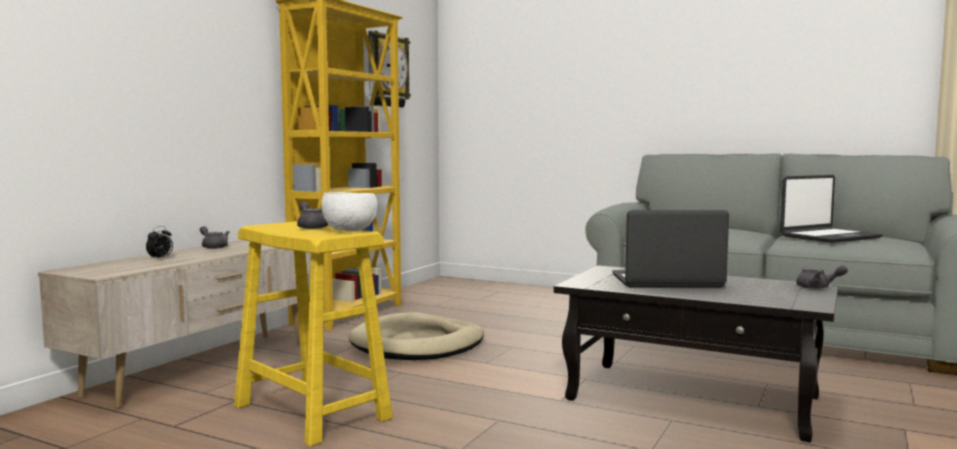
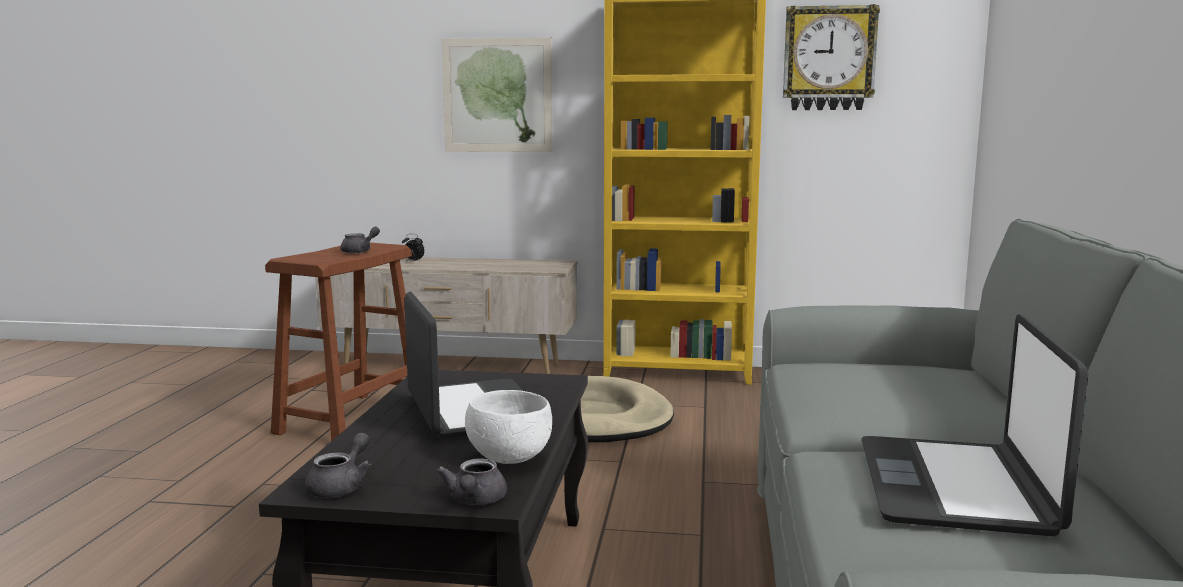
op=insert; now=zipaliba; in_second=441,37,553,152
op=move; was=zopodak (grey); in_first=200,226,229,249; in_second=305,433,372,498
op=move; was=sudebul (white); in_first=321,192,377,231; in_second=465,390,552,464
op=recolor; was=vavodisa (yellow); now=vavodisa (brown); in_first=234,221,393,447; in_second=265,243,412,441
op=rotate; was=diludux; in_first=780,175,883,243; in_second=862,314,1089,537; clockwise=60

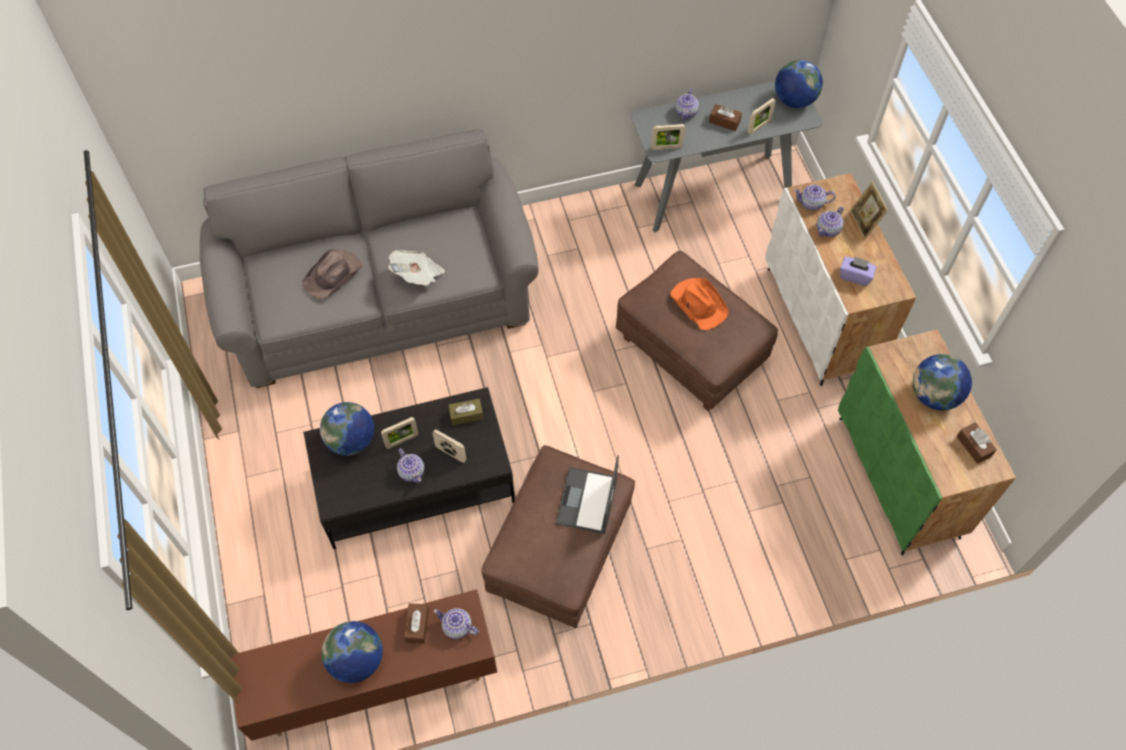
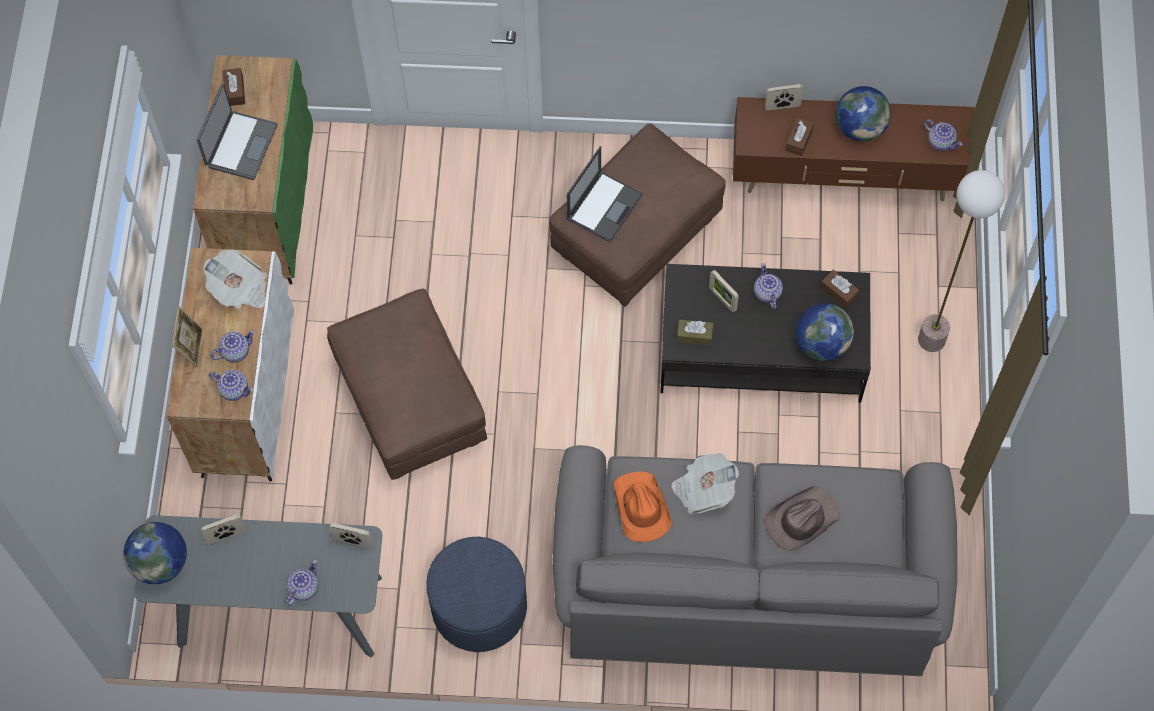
op=insert; now=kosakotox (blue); in_second=426,537,527,652
op=insert; now=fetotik; in_second=918,170,1005,352
op=move; was=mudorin; in_first=381,417,418,449; in_second=765,84,803,111
op=move; was=zopodak; in_first=434,608,479,639; in_second=924,119,963,151
op=move; was=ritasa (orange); in_first=671,278,728,330; in_second=614,472,672,542
op=move; was=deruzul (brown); in_first=709,104,742,131; in_second=820,270,859,308
op=replace; was=deruzul (purple); now=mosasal; in_first=840,256,876,286; in_second=203,249,267,309
op=replace; was=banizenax; now=diludux; in_first=913,354,972,410; in_second=197,84,278,180

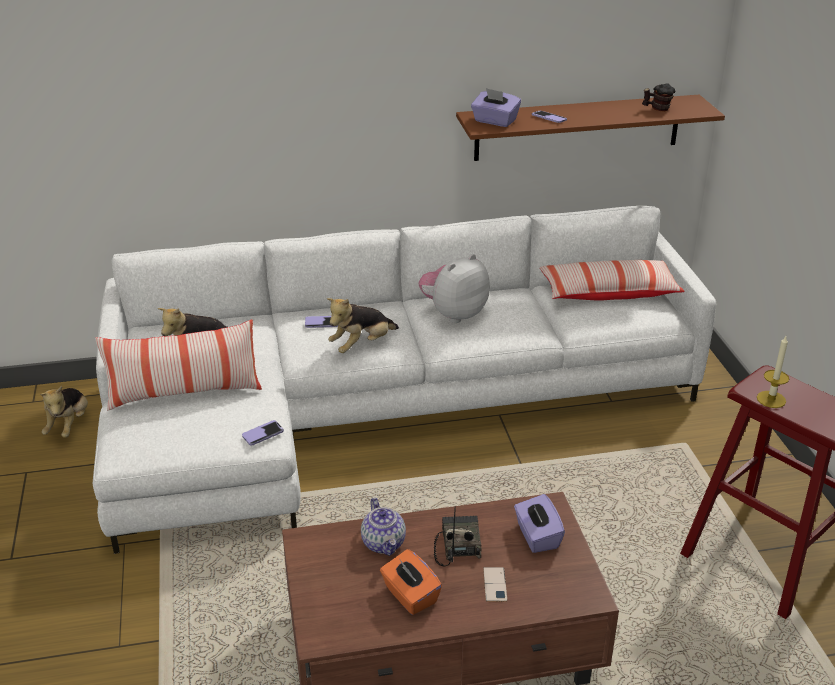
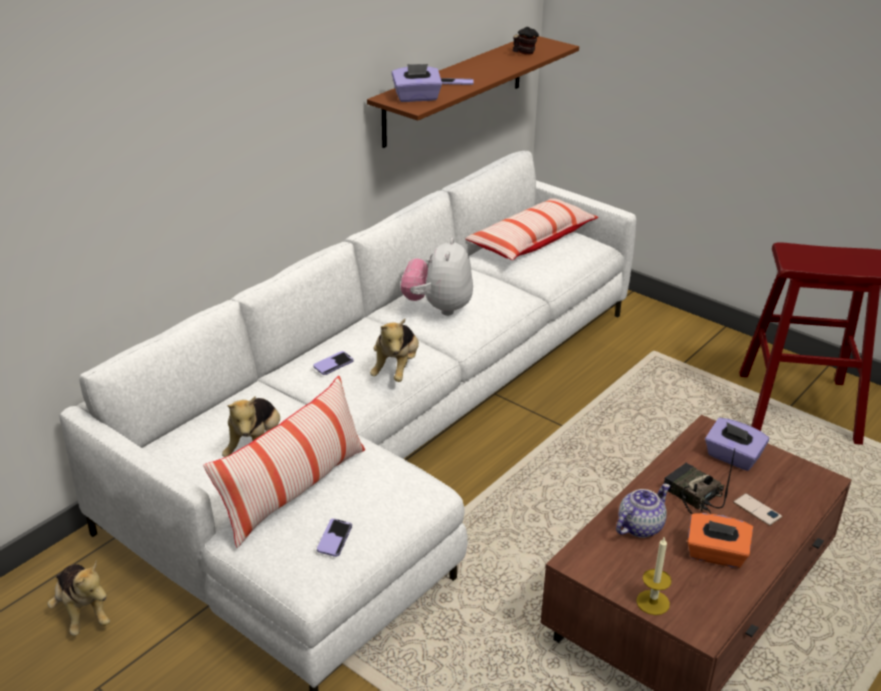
op=move; was=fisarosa; in_first=242,420,284,446; in_second=317,518,352,557
op=move; was=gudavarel; in_first=757,336,789,408; in_second=636,536,672,615
op=rotate; was=zopodak; in_first=361,498,406,556; in_second=616,484,670,538; clockwise=-75

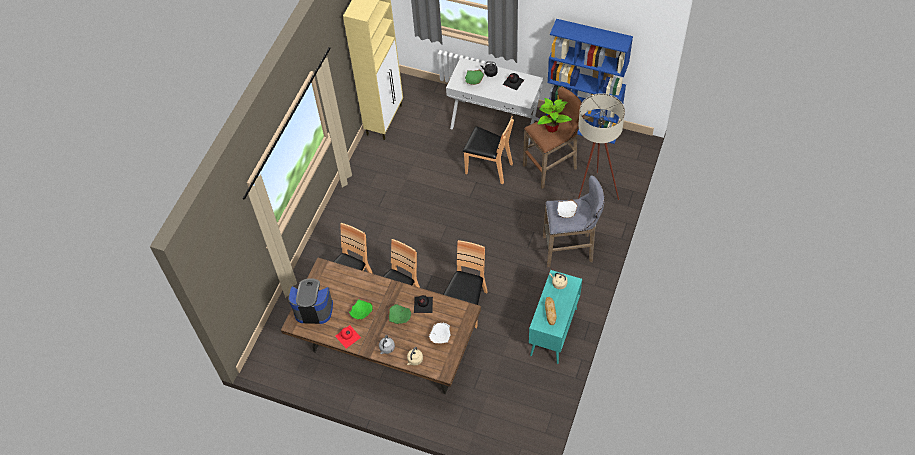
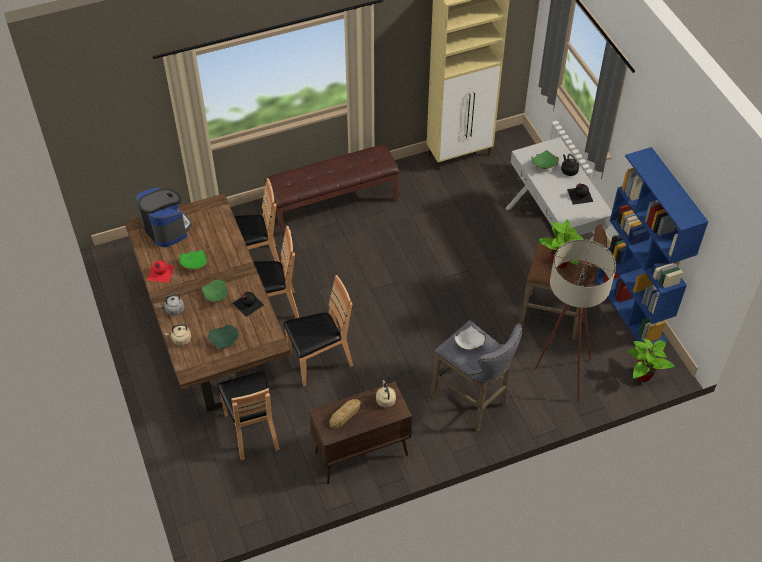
op=insert; now=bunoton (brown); in_second=265,145,400,236
op=insert; now=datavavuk; in_second=627,338,675,382
op=move; was=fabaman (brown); in_first=463,116,514,184; in_second=217,371,280,460
op=recolor; was=sudebul (white); now=sudebul (green); in_first=429,322,451,344; in_second=207,324,239,349
op=recolor; was=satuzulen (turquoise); now=satuzulen (brown); in_first=529,270,582,364; in_second=309,382,412,484

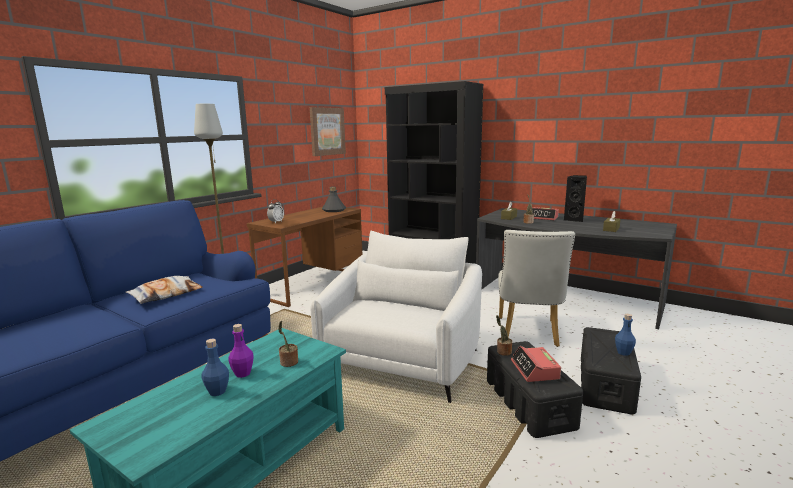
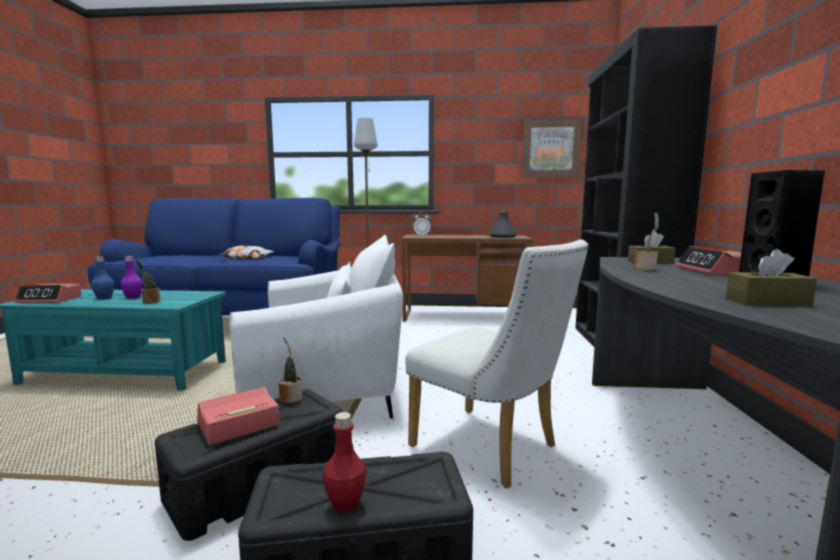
op=insert; now=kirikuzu; in_second=15,284,82,303
op=recolor; was=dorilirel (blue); now=dorilirel (red); in_first=615,314,636,356; in_second=323,412,367,513
op=rotate; was=fabaman (white); in_first=498,230,575,347; in_second=405,240,589,489; clockwise=-120

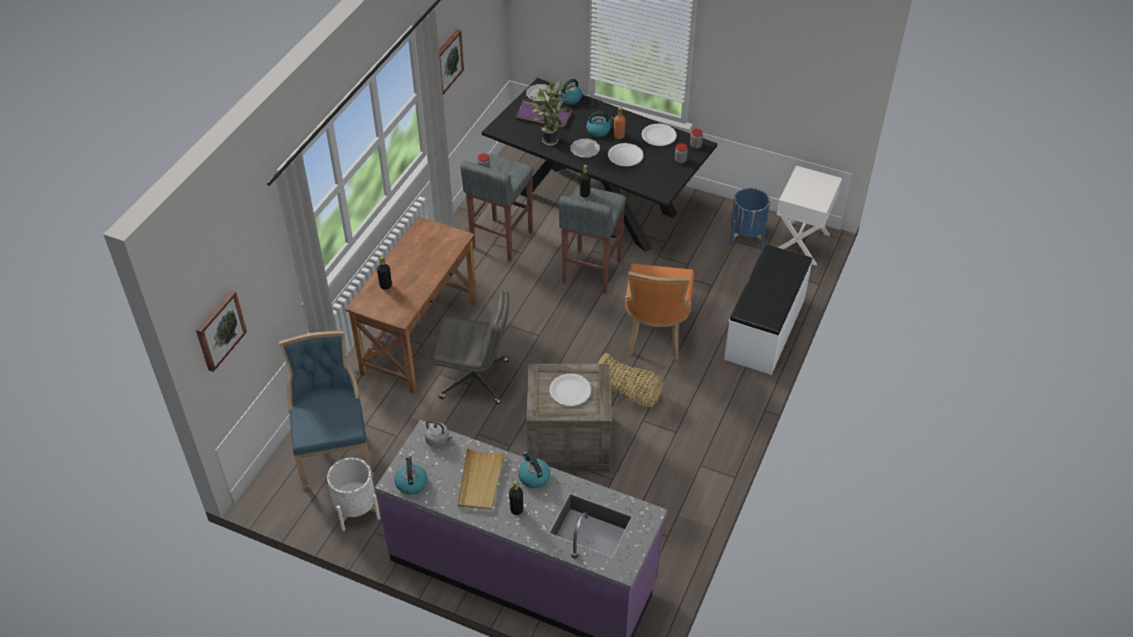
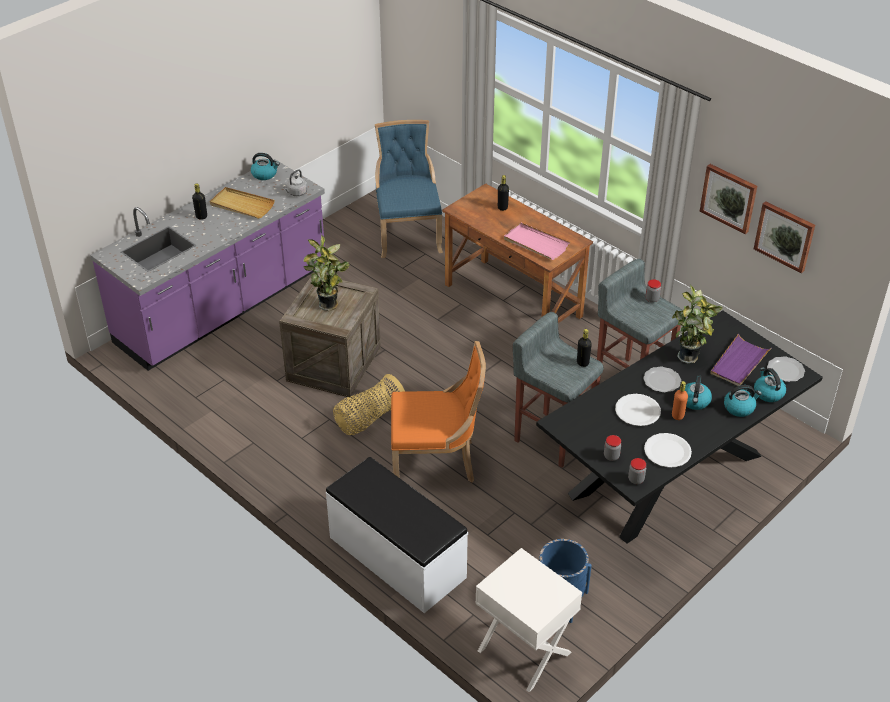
op=delete; was=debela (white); in_first=327,458,380,531
op=delete; was=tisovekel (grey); in_first=433,291,509,404
op=insert; now=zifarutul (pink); in_second=504,222,570,260
op=move; was=zipaliba; in_first=196,290,247,372; in_second=754,201,815,273
op=move; was=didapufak; in_first=518,451,551,488; in_second=724,385,762,417
op=replace; was=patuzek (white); now=datavavuk; in_first=550,374,591,406; in_second=303,234,350,311
op=rotate; was=fabaman (blue); in_first=279,331,374,490; in_second=375,120,443,258; clockwise=-105
op=rotate; was=fabaman (orange); in_first=625,264,694,360; in_second=391,341,486,483; clockwise=150

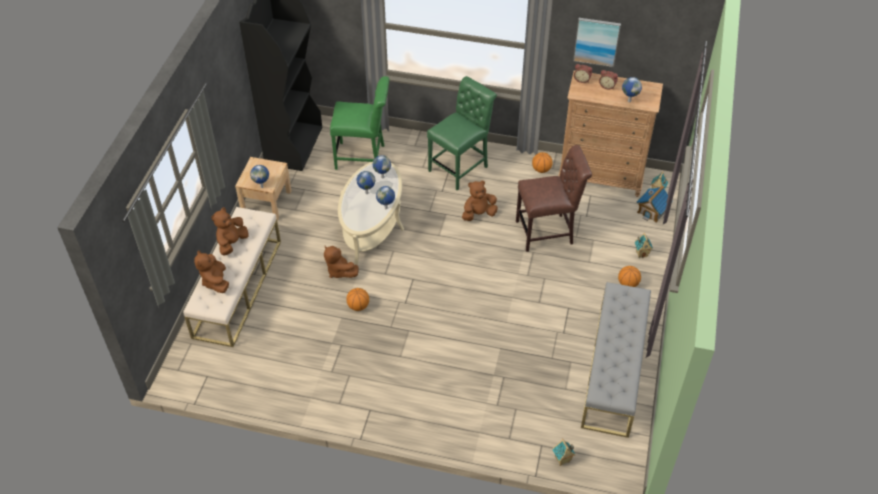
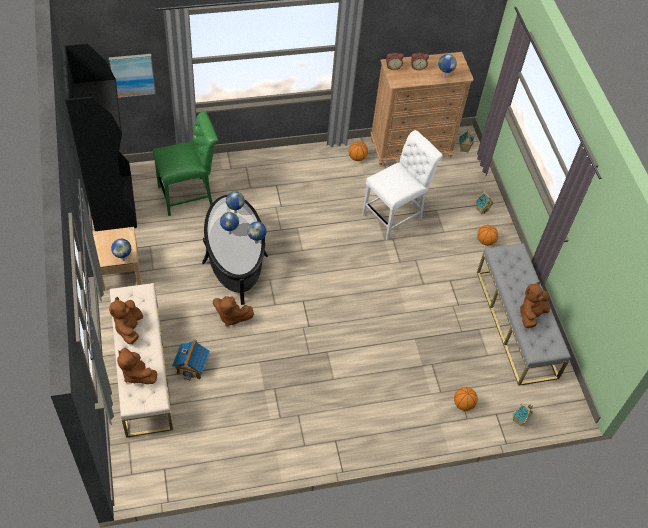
op=delete; was=fabaman (green); in_first=427,76,497,191
op=move; was=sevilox; in_first=346,288,369,311; in_second=454,387,478,411
op=move; was=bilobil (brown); in_first=462,181,498,221; in_second=520,282,550,328
op=move; was=zipaliba; in_first=573,18,621,67; in_second=109,54,156,98
op=move; was=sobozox; in_first=637,185,673,223; in_second=172,339,210,380
op=recolor; was=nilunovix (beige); now=nilunovix (black); in_first=338,162,404,265; in_second=202,195,268,305
op=recolor; was=fabaman (brown); now=fabaman (white); in_first=516,145,592,252; in_second=362,130,443,240

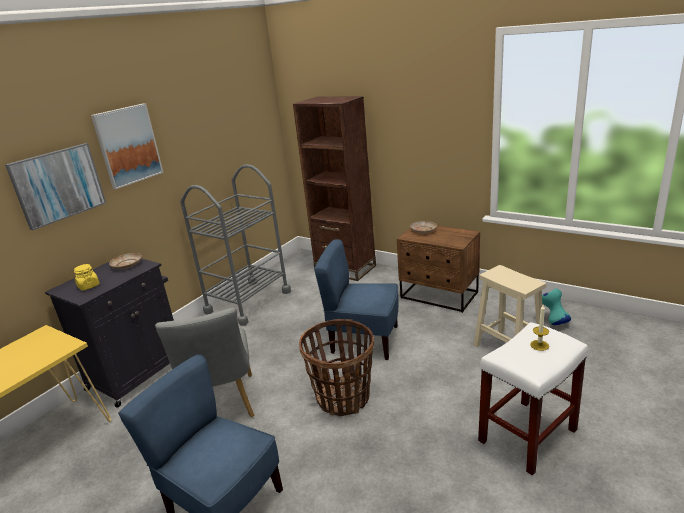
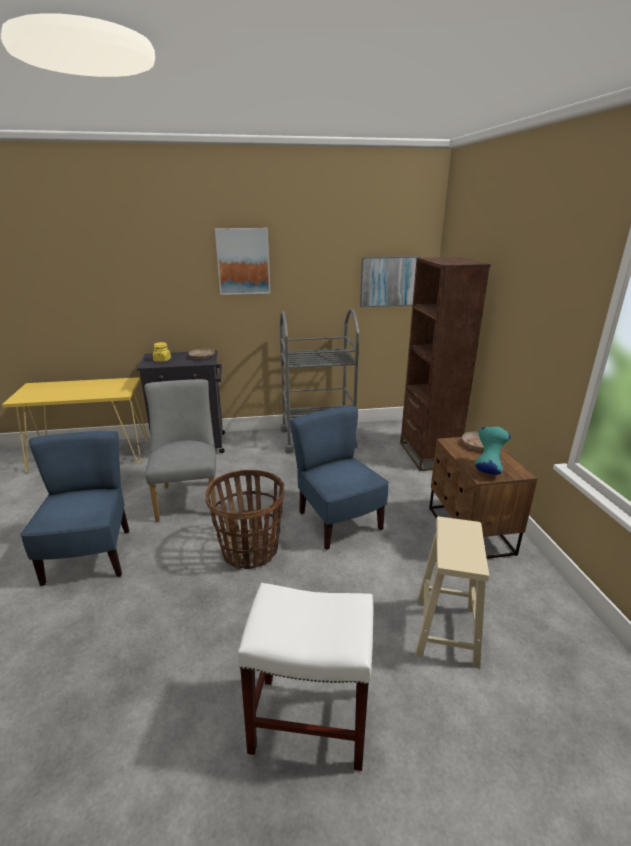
op=delete; was=gudavarel; in_first=530,305,549,351
op=move; was=zipaliba; in_first=5,143,106,230; in_second=360,256,421,307
op=move; was=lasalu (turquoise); in_first=542,288,571,325; in_second=475,427,510,475
op=rotate; was=fabaman (grey); in_first=155,308,255,417; in_second=145,379,217,522; clockwise=135

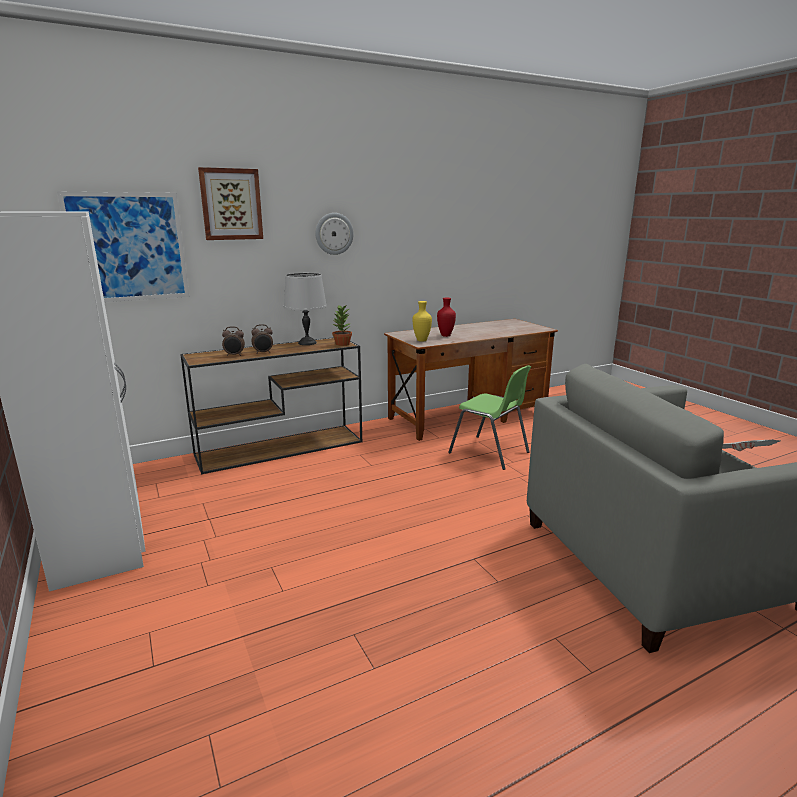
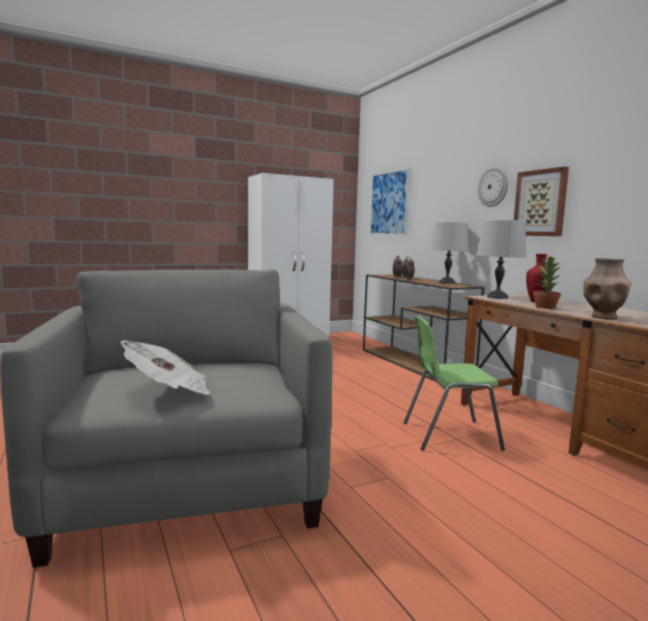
op=insert; now=lasalu (brown); in_second=583,258,631,319
op=move; was=zipaliba; in_first=198,167,263,240; in_second=514,166,569,236
op=move; was=datavavuk; in_first=332,305,352,346; in_second=533,256,561,309
op=replace; was=lasalu (yellow); now=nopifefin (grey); in_first=413,301,432,342; in_second=476,220,527,299
op=rotate; was=fabaman (green); in_first=448,365,531,470; in_second=404,316,505,451; clockwise=45

